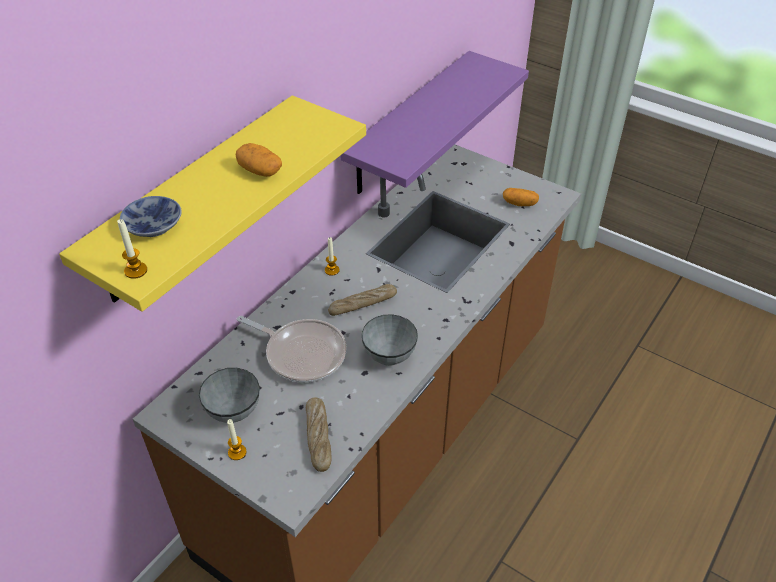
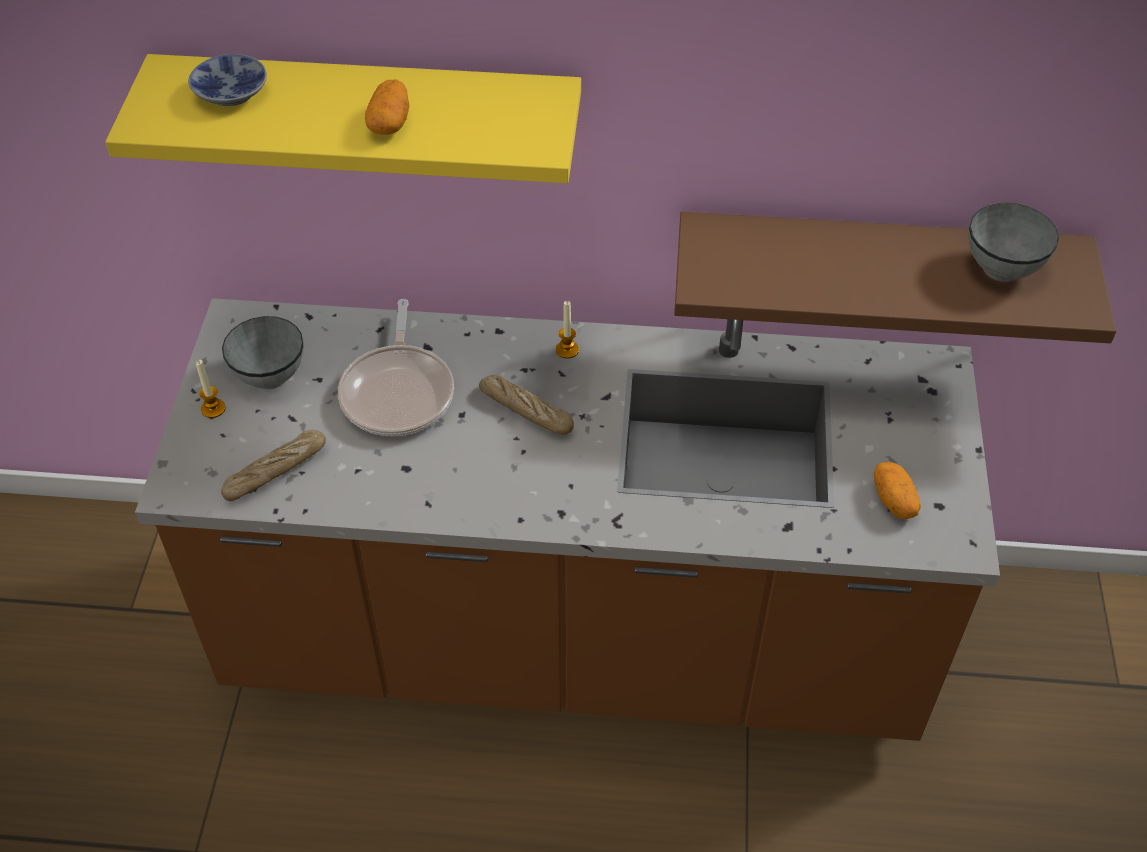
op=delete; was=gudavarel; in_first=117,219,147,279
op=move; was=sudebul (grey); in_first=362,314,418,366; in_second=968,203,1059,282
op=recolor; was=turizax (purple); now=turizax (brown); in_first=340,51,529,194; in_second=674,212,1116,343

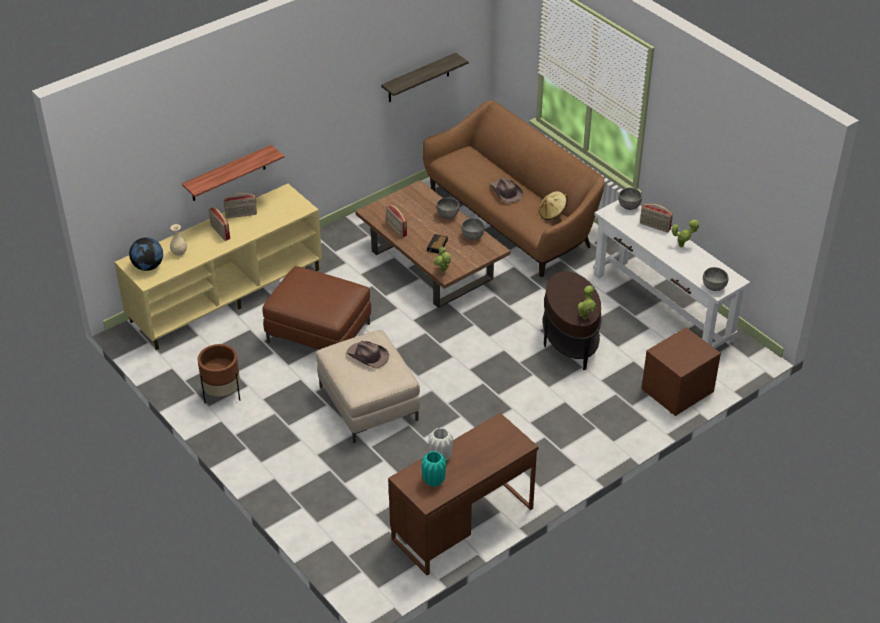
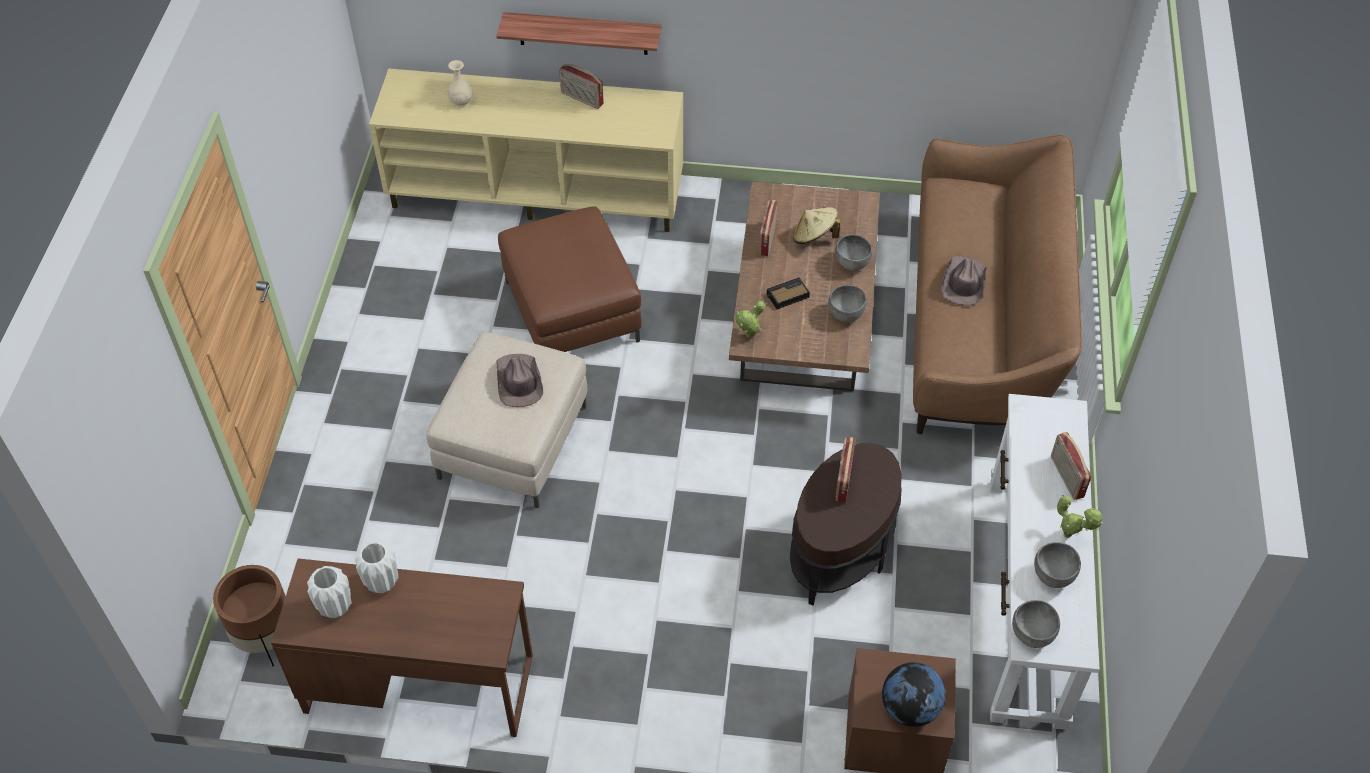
op=delete; was=turizax; in_first=381,53,468,102
op=delete; was=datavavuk; in_first=578,286,596,319
op=move; was=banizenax; in_first=129,237,163,271; in_second=882,662,946,727
op=move; was=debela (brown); in_first=198,344,240,403; in_second=213,565,286,666
op=move; was=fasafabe; in_first=209,207,230,241; in_second=836,437,856,503
op=move; was=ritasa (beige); in_first=539,191,567,220; in_second=793,207,841,244
op=move; was=sudebul (grey); in_first=618,188,642,210; in_second=1034,542,1081,588
op=recolor; was=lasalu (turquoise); now=lasalu (white); in_first=421,451,446,487; in_second=307,566,351,618

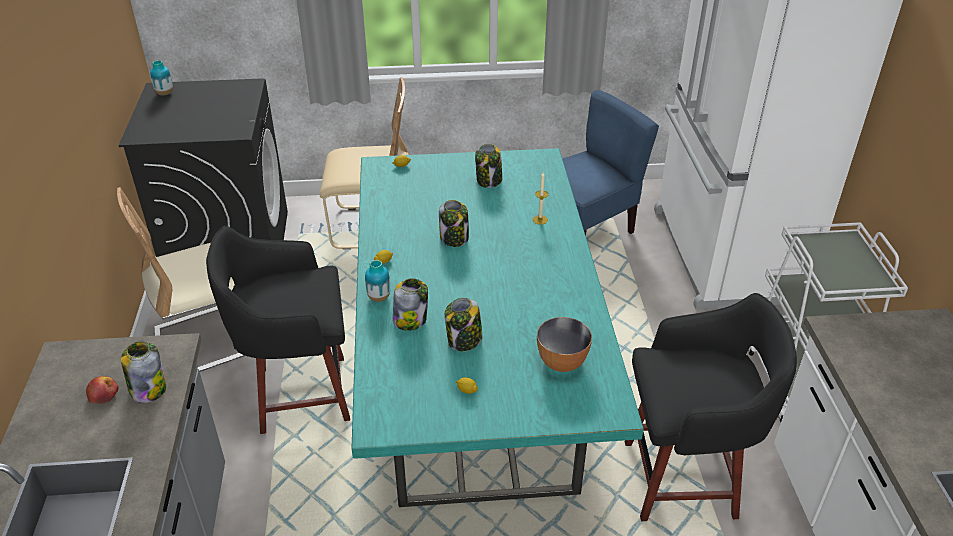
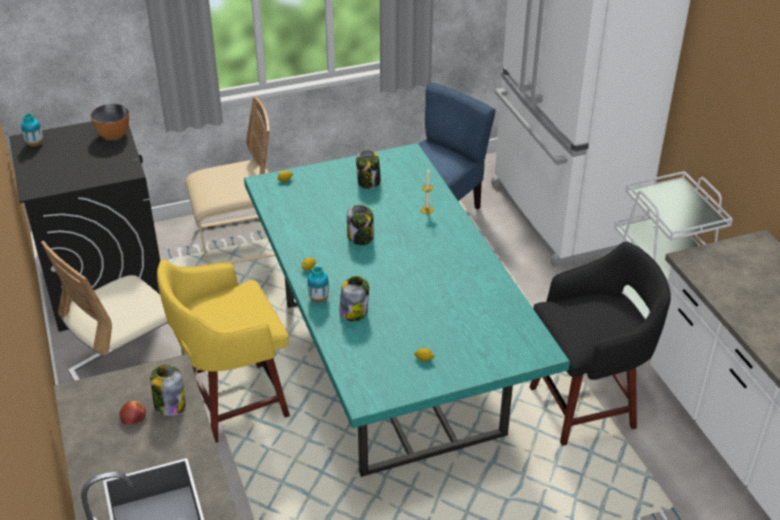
op=delete; was=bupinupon; in_first=445,298,483,351
op=move; was=sudebul; in_first=537,317,592,372; in_second=90,104,129,140
op=recolor; was=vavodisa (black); now=vavodisa (yellow); in_first=206,226,350,434; in_second=157,259,290,443

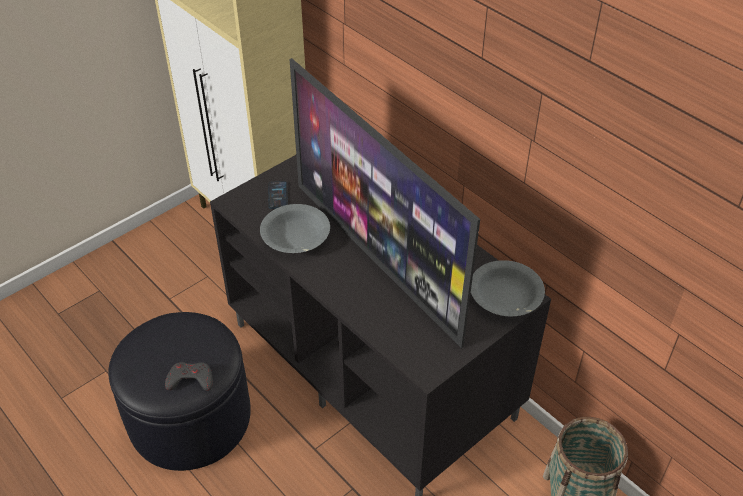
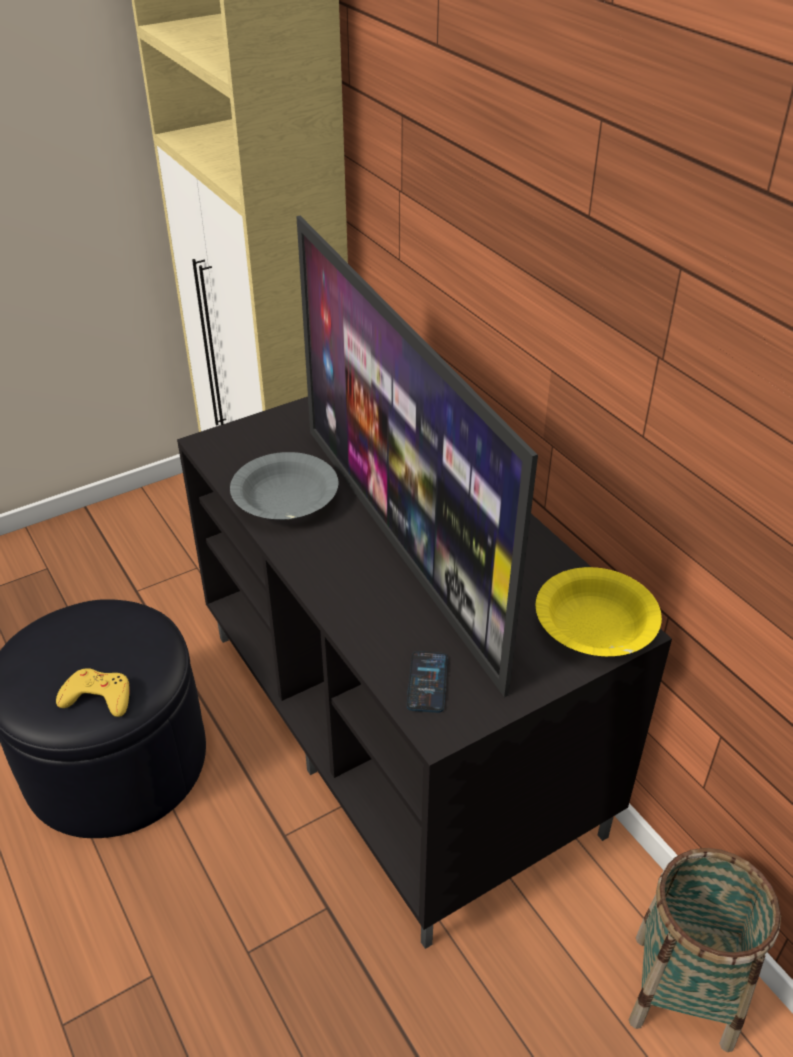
op=move; was=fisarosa; in_first=268,181,288,209; in_second=407,651,448,713
op=recolor; was=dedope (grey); now=dedope (yellow); in_first=165,362,213,391; in_second=56,668,129,717
op=recolor; was=sudebul (grey); now=sudebul (yellow); in_first=471,260,545,316; in_second=536,567,662,656

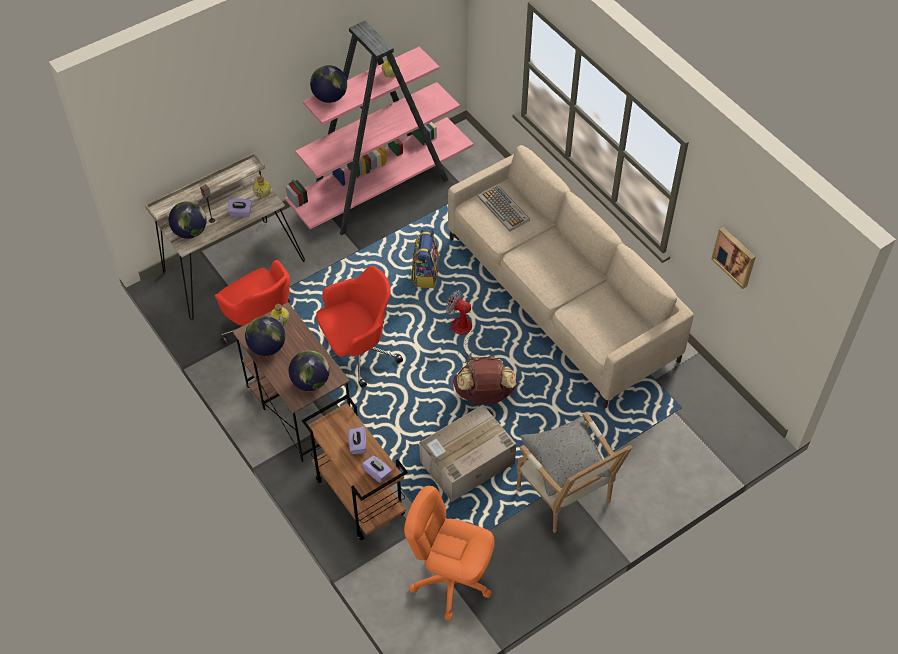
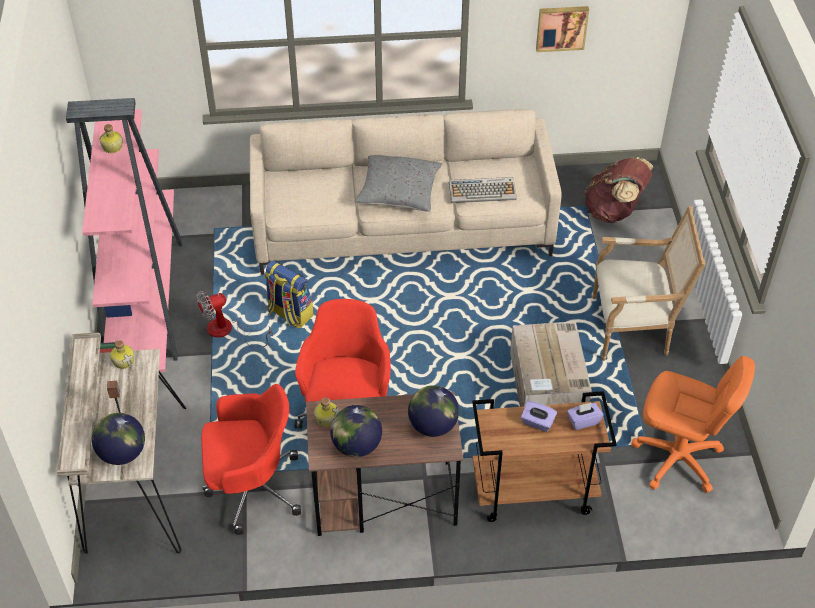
op=delete; was=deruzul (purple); in_first=227,198,252,217
op=delete; was=banizenax; in_first=310,65,347,103
op=move; was=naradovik; in_first=446,290,476,363; in_second=196,291,273,347
op=move; was=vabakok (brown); in_first=453,356,517,404; in_second=584,157,653,223
op=move; was=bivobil; in_first=477,184,530,232; in_second=449,177,517,203
op=move; was=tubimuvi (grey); in_first=521,416,612,496; in_second=355,155,442,212
op=rotate; was=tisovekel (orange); in_first=404,486,495,620; in_second=631,356,755,493; clockwise=-120

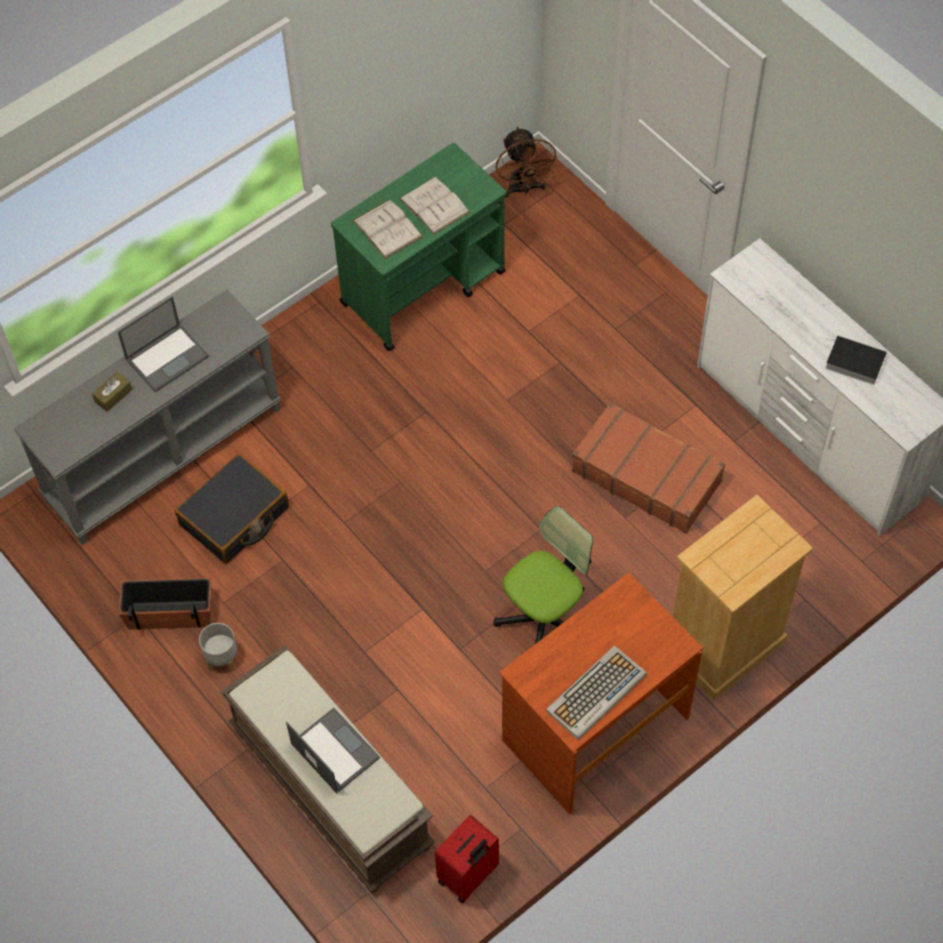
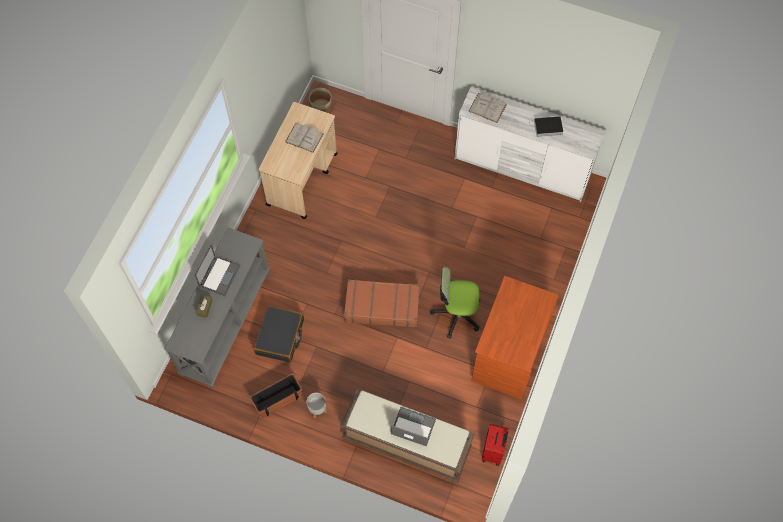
op=delete; was=bivobil; in_first=546,646,646,740
op=delete; was=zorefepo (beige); in_first=673,495,813,701
op=move; was=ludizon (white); in_first=352,199,422,259; in_second=468,93,507,123
op=move; was=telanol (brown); in_first=572,402,725,534; in_second=344,279,420,328
op=replace; was=naradovik (brown); now=debela; in_first=496,127,559,198; in_second=309,88,332,113
op=recolor; was=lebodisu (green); now=lebodisu (beige); in_first=331,143,506,351; in_second=259,102,338,219
op=rotate; was=tisovekel; in_first=493,506,593,644; in_second=430,267,480,339; clockwise=-105

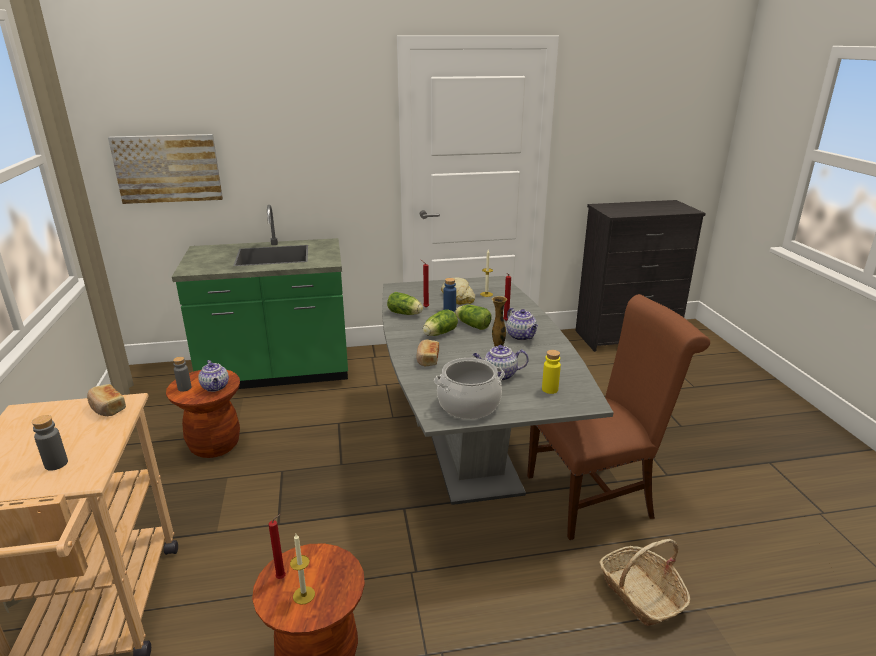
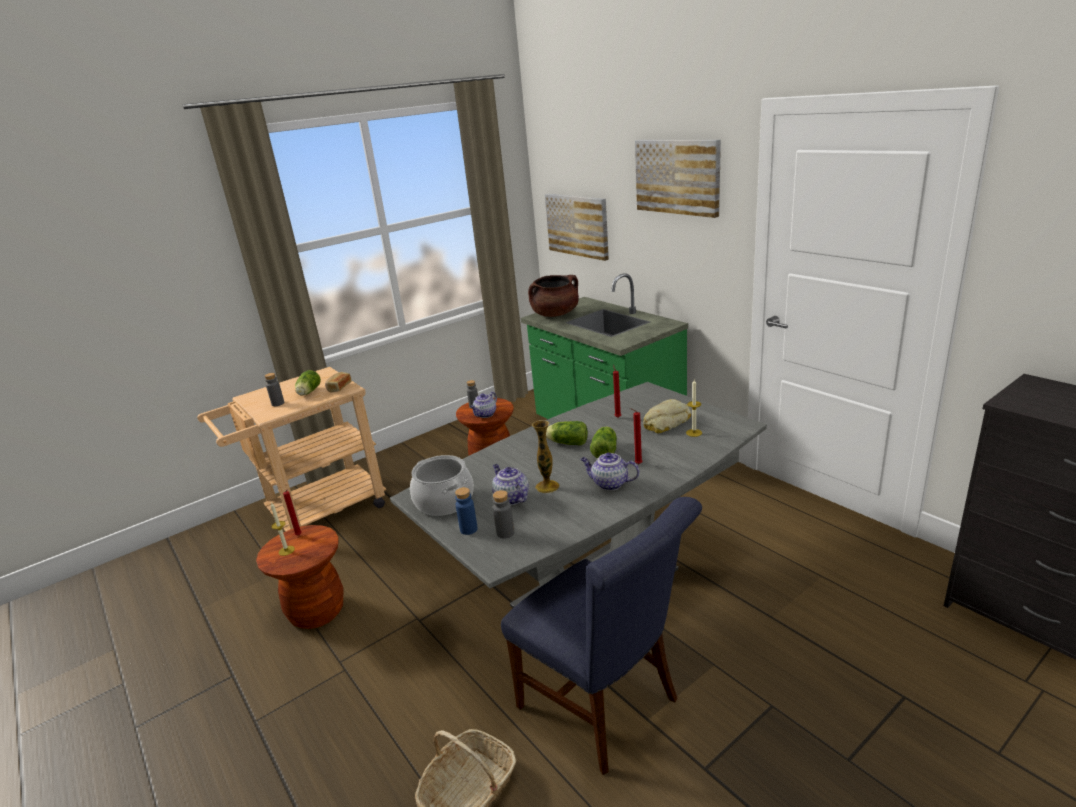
op=delete; was=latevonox; in_first=416,339,439,367
op=insert; now=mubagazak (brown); in_second=528,275,579,317
op=insert; now=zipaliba; in_second=635,140,721,218
op=move; was=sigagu; in_first=387,292,423,315; in_second=295,370,321,396
op=move; was=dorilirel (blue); in_first=444,278,456,312; in_second=455,487,478,535
op=recolor; was=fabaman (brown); now=fabaman (blue); in_first=527,294,710,540; in_second=501,497,702,775
op=recolor; was=dorilirel (yellow); now=dorilirel (grey); in_first=542,350,561,394; in_second=493,490,514,539
op=rotate; was=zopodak; in_first=507,308,538,341; in_second=580,452,639,491; clockwise=75

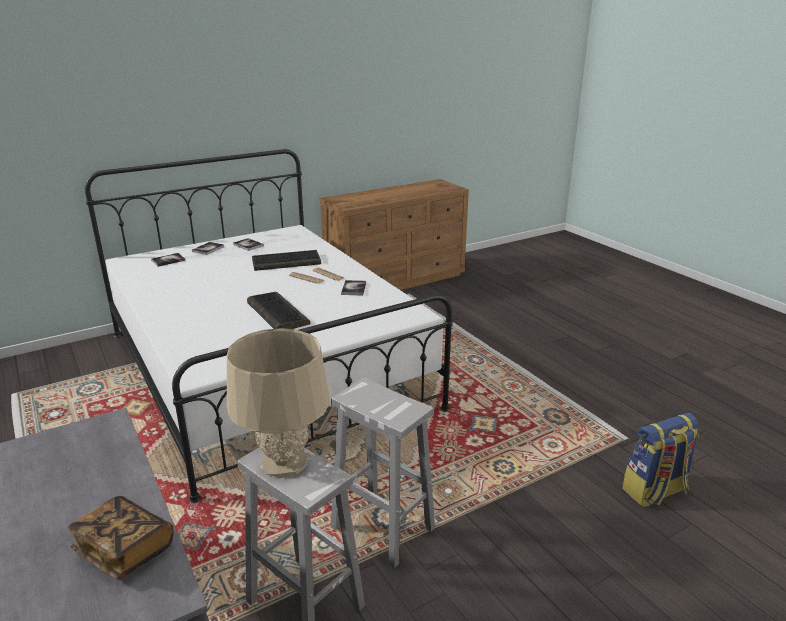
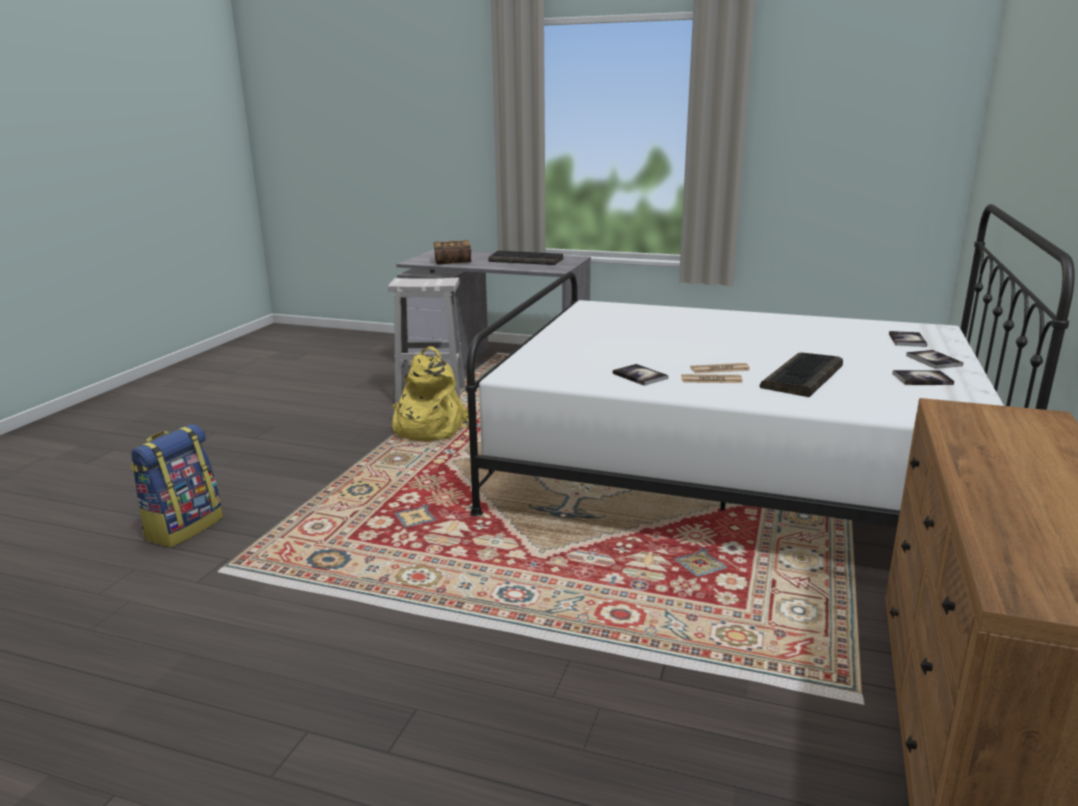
op=delete; was=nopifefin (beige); in_first=227,328,330,478
op=move; was=bivobil; in_first=247,292,311,329; in_second=488,251,563,265
op=replace; was=vavodisa (white); now=vabakok (yellow); in_first=331,378,435,569; in_second=392,346,469,441

